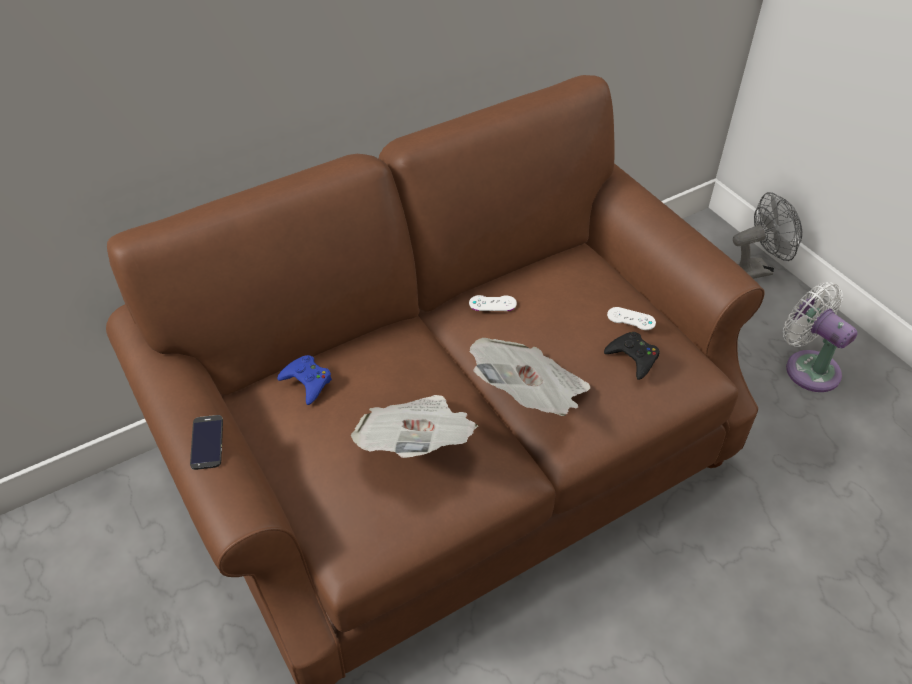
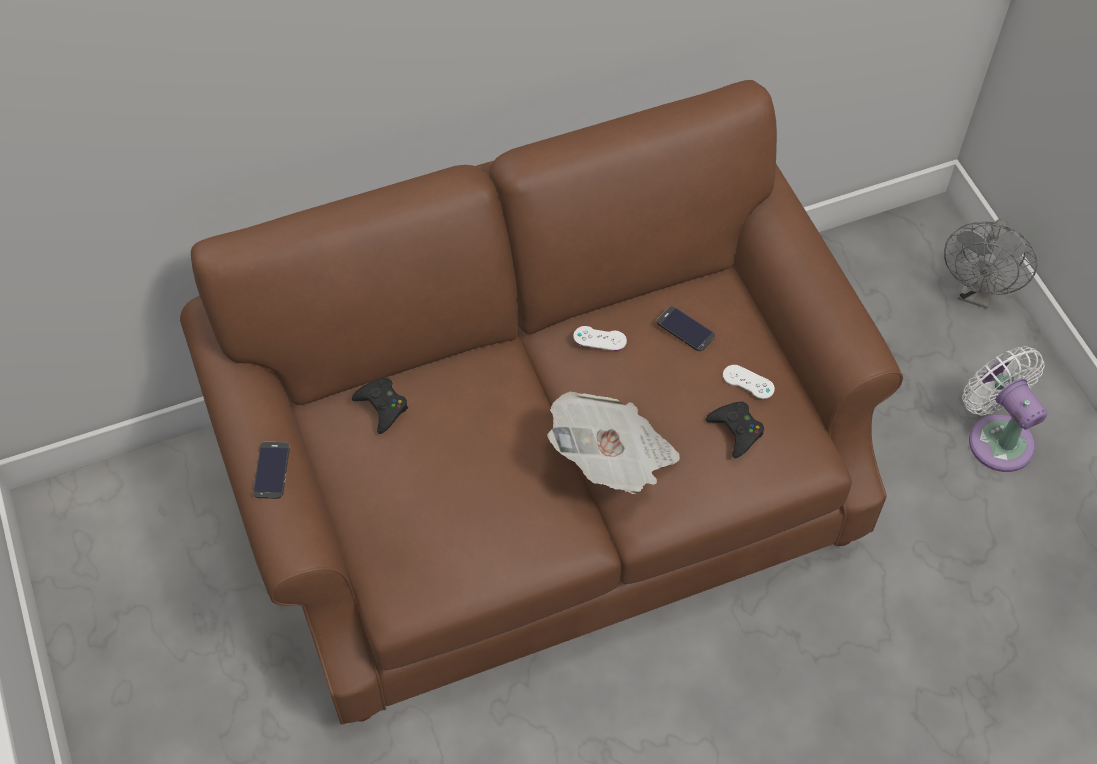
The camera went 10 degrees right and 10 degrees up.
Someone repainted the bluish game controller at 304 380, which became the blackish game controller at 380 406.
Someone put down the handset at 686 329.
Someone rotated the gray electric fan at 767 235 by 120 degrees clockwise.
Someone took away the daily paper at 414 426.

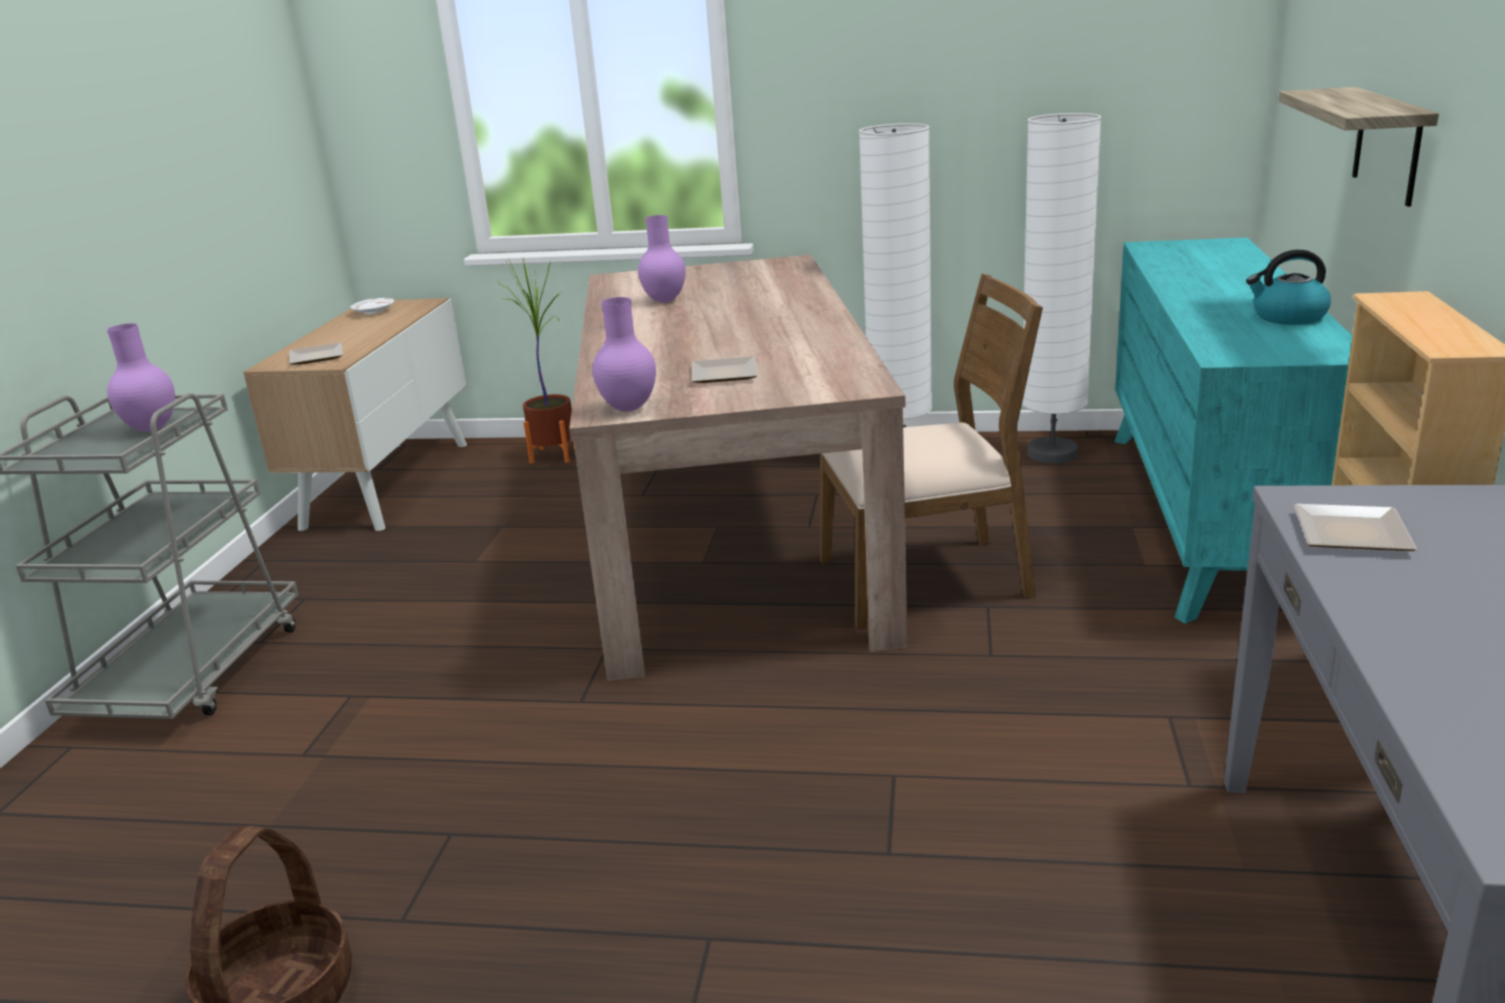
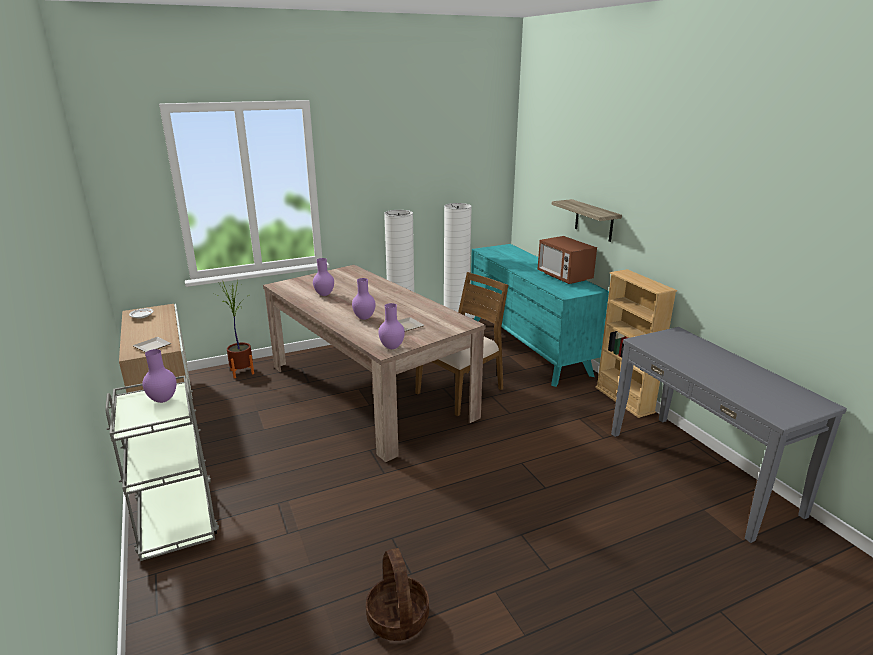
The camera went 35 degrees left and 0 degrees up.
Someone put down the purple decorative vase at 364 299.
Someone swapped the water kettle at 1288 287 for the microwave oven at 567 260.
Someone took away the dinner plate at 1355 527.

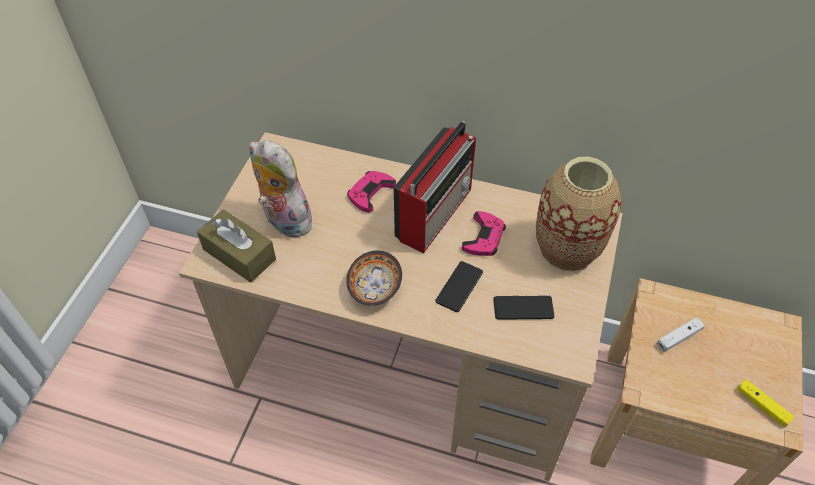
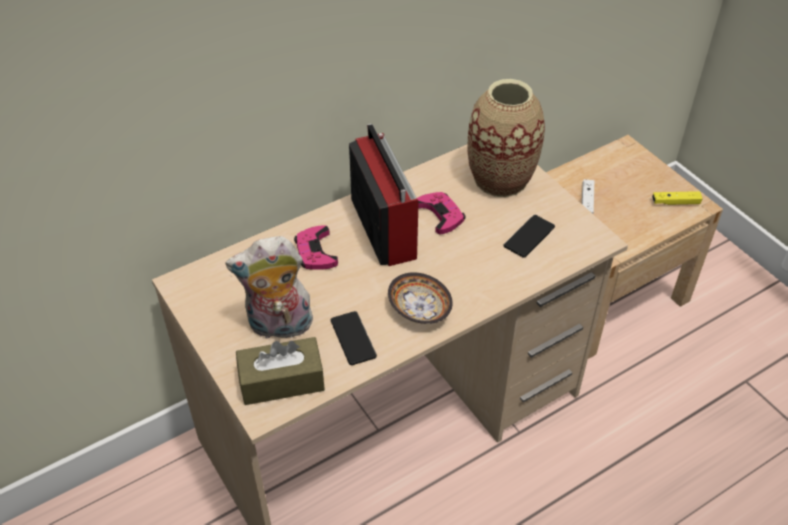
The camera went 50 degrees left and 5 degrees down.
Someone carried the handset from 459 286 to 354 338.

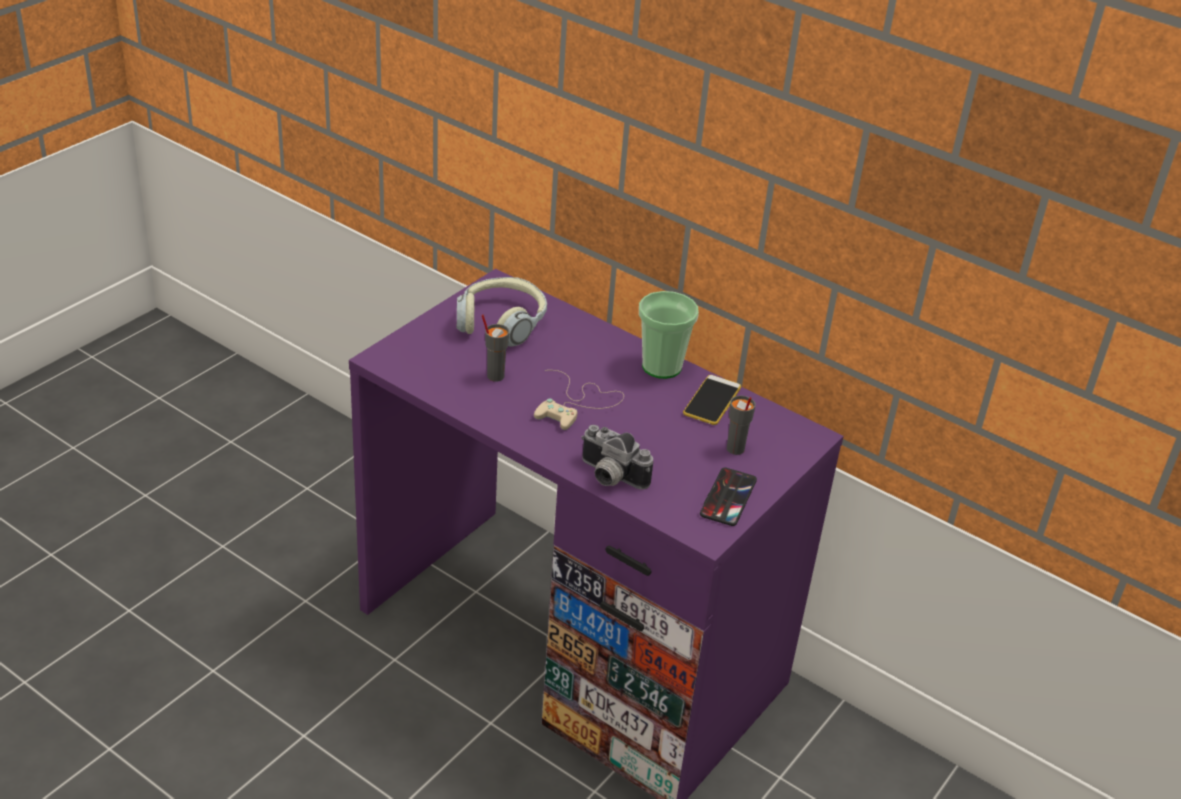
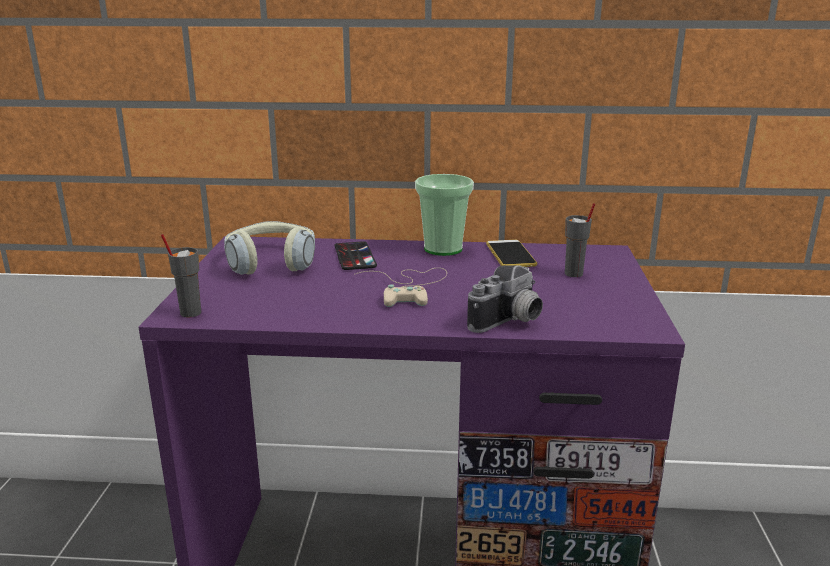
The camera went 30 degrees left and 15 degrees down.
Someone carried the gray cup from 495 348 to 181 276.
Someone carried the handset from 728 496 to 356 255.
Someone rotated the photo camera at 617 457 by 45 degrees counterclockwise.

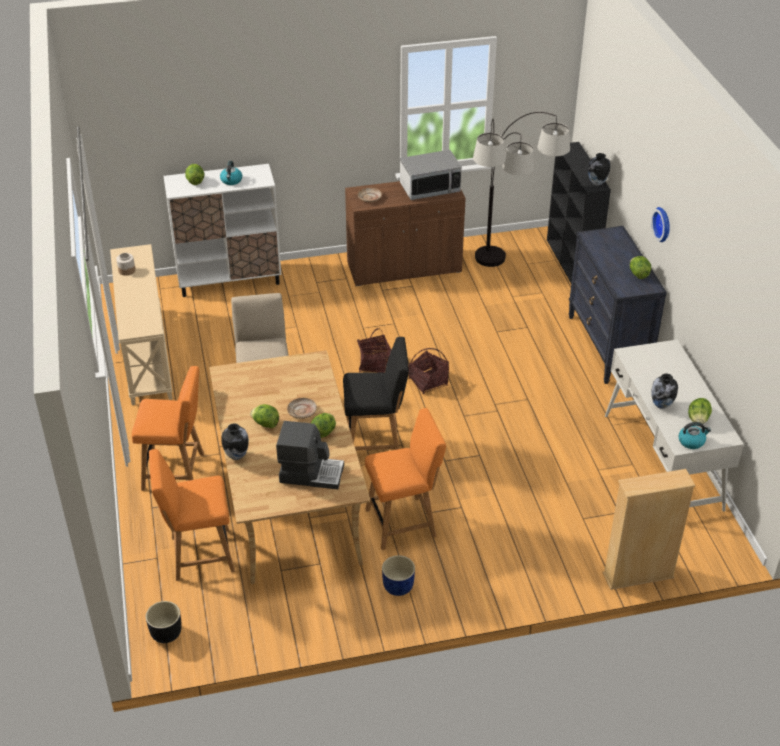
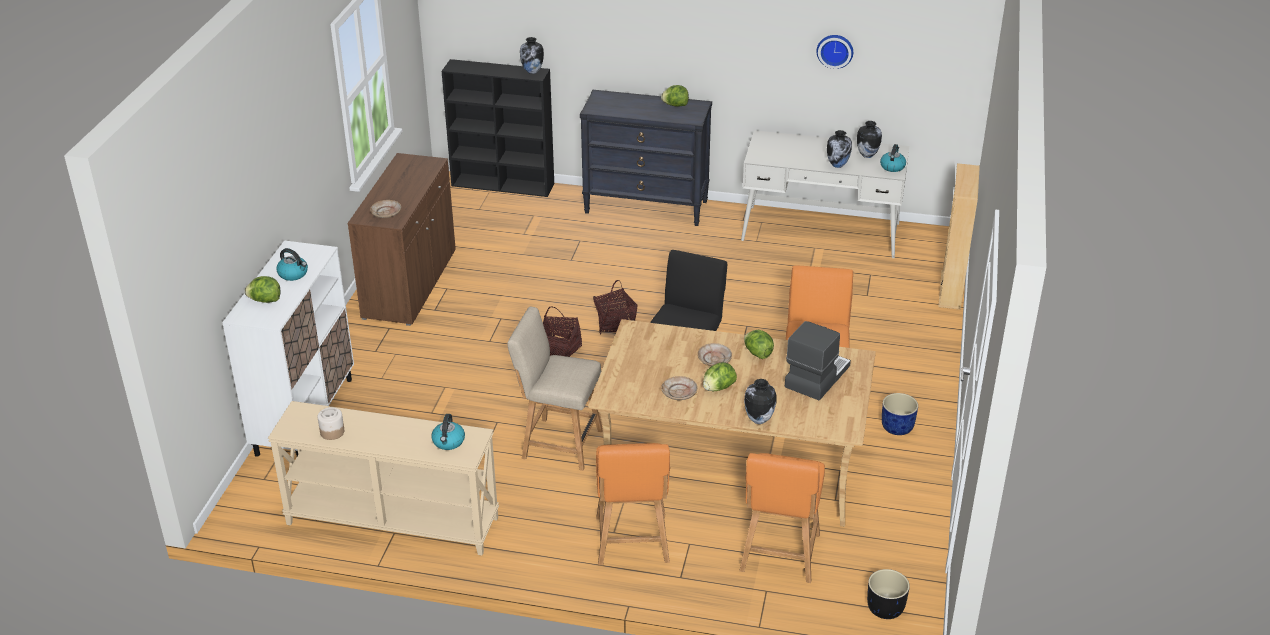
The camera went 65 degrees left and 5 degrees down.
Someone put down the water kettle at 448 432.
Someone rotated the orange chair at 168 428 by 150 degrees clockwise.
Someone put down the beige-coloured dinner plate at 679 388.
Someone carried the hanging clock from 660 224 to 834 52.
Someone swapped the head of lettuce at 700 411 for the decorative vase at 869 139.
Someone took away the microwave oven at 431 175.
Someone took away the floor lamp at 521 189.

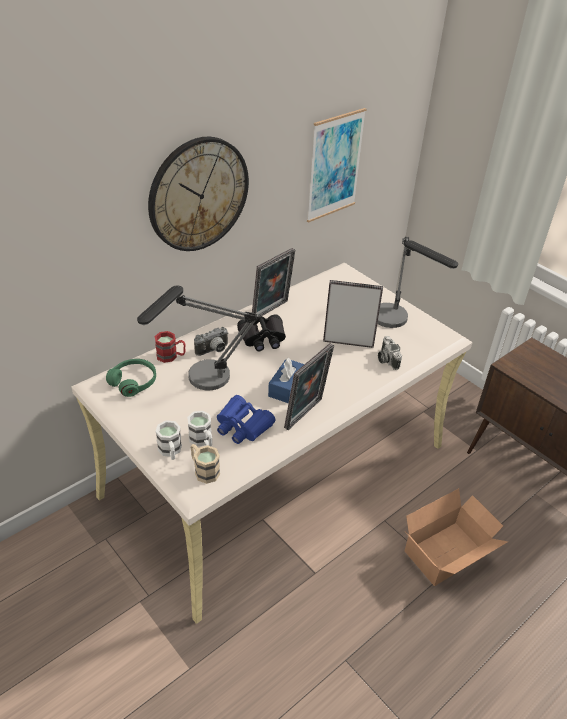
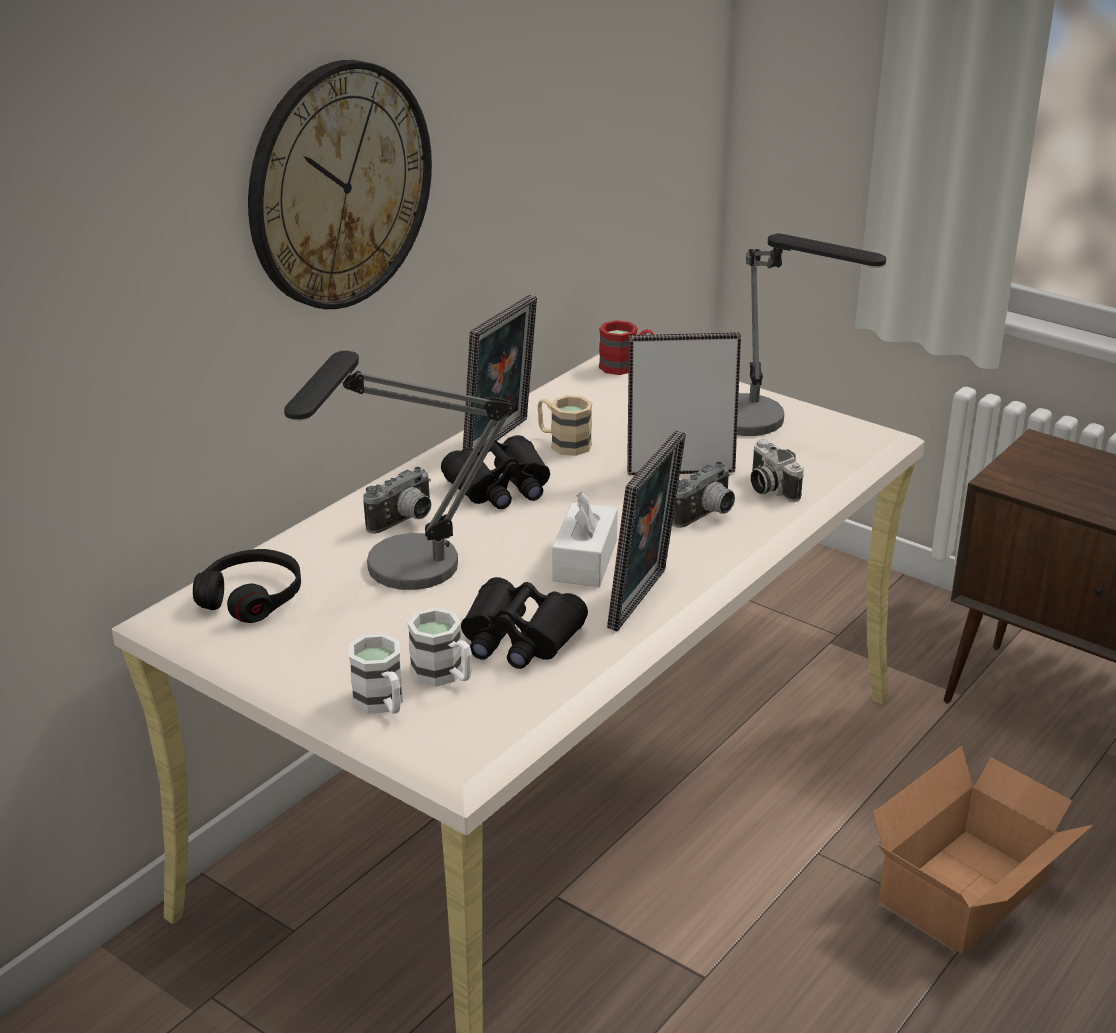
The camera went 10 degrees left and 10 degrees down.
Someone repainted the green-coloured pair of headphones at 131 378, which became the blackish pair of headphones at 247 586.
Someone repainted the bluish binoculars at 246 419, which became the blackish binoculars at 524 623.
Someone carried the beige-coloured tea mug from 205 464 to 564 425.
Someone repainted the bluish box of tissues at 286 380, which became the whitish box of tissues at 585 539.
Someone carried the reddish tea mug from 170 347 to 626 347.
Someone put down the photo camera at 703 494.
Someone took away the wall art at 336 165.

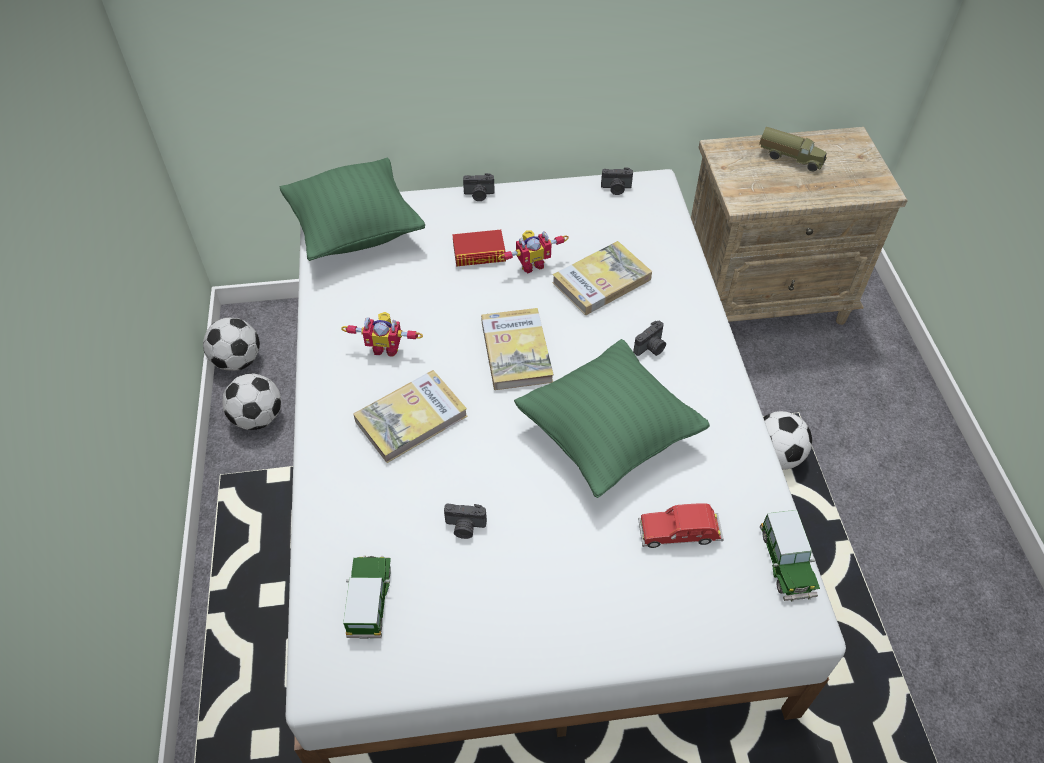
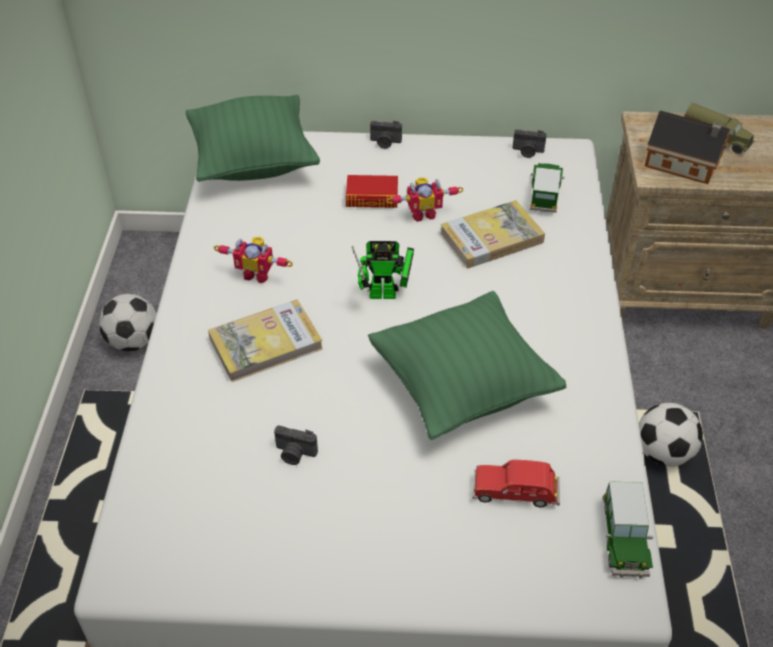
The camera went 10 degrees right and 5 degrees down.
Someone swapped the book at 517 349 for the robot figure at 383 270.
Someone carried the model car from 367 597 to 547 188.
Someone put down the miniature house at 687 147.
Someone took away the ball for football at 231 344.
Someone took away the photo camera at 649 338.

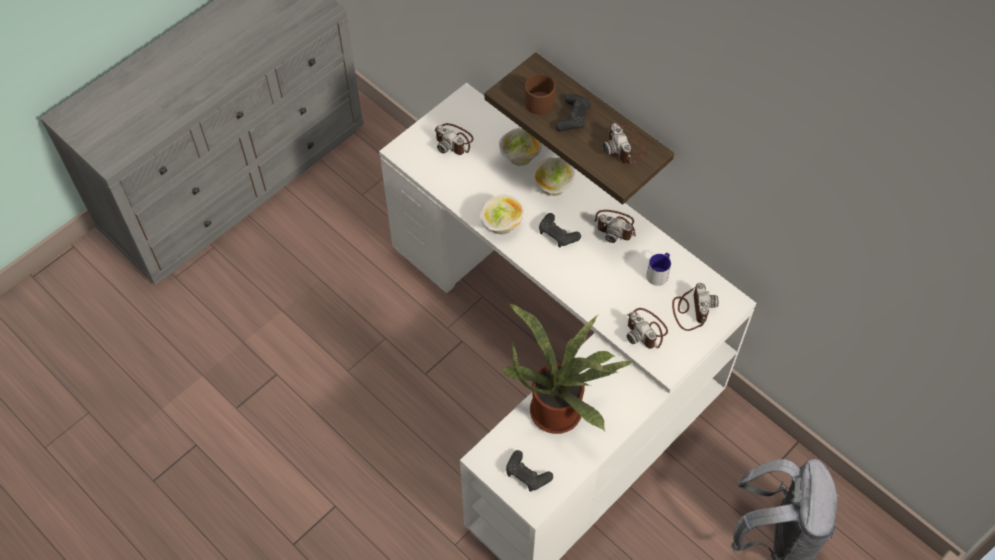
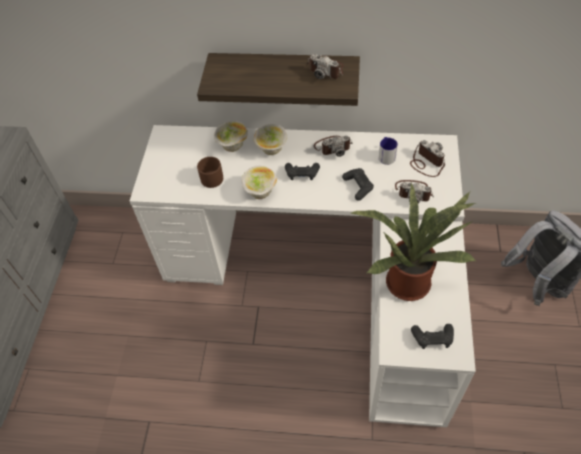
The camera went 35 degrees left and 5 degrees down.
Someone carried the brown-coloured tea mug from 540 94 to 210 172.
Someone carried the blackish game controller from 573 113 to 358 184.
Someone took away the photo camera at 454 139.

